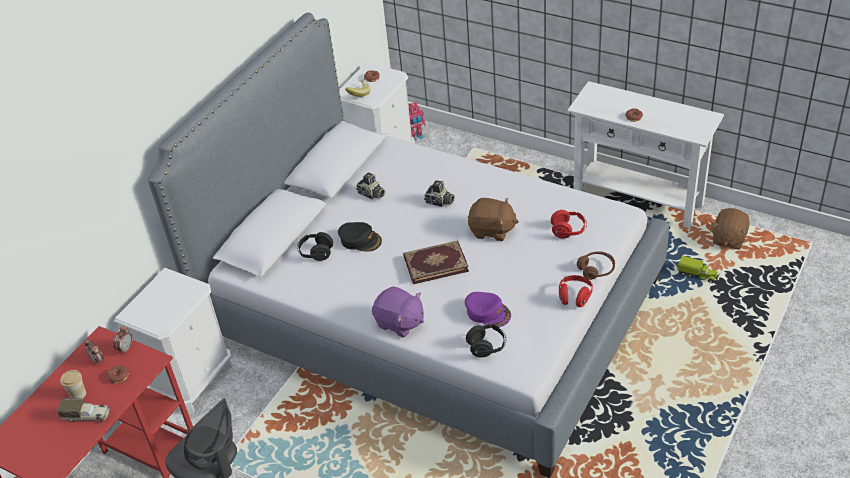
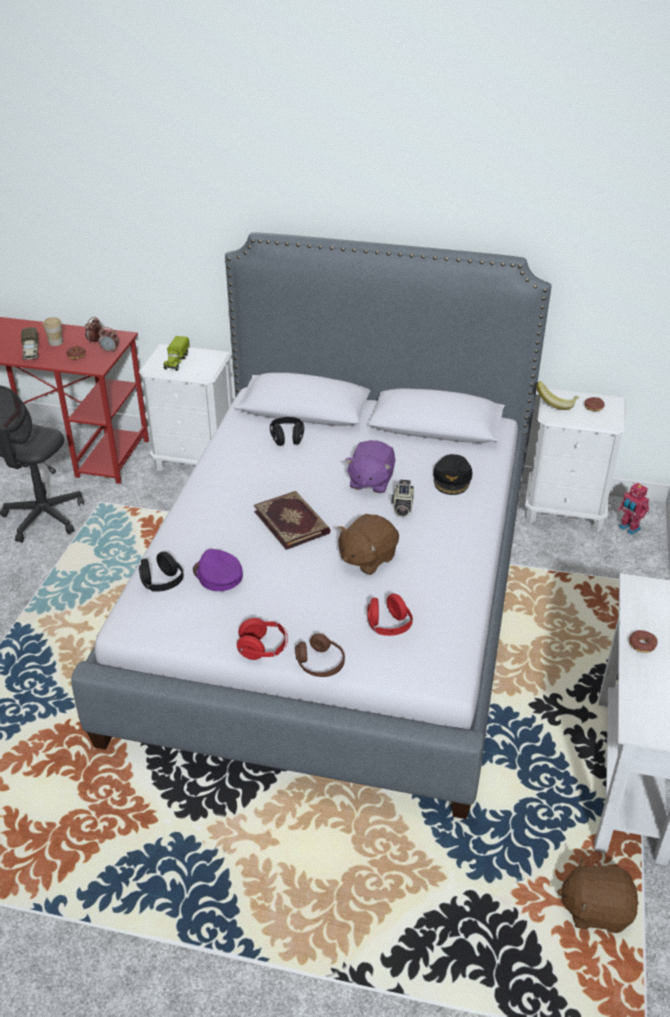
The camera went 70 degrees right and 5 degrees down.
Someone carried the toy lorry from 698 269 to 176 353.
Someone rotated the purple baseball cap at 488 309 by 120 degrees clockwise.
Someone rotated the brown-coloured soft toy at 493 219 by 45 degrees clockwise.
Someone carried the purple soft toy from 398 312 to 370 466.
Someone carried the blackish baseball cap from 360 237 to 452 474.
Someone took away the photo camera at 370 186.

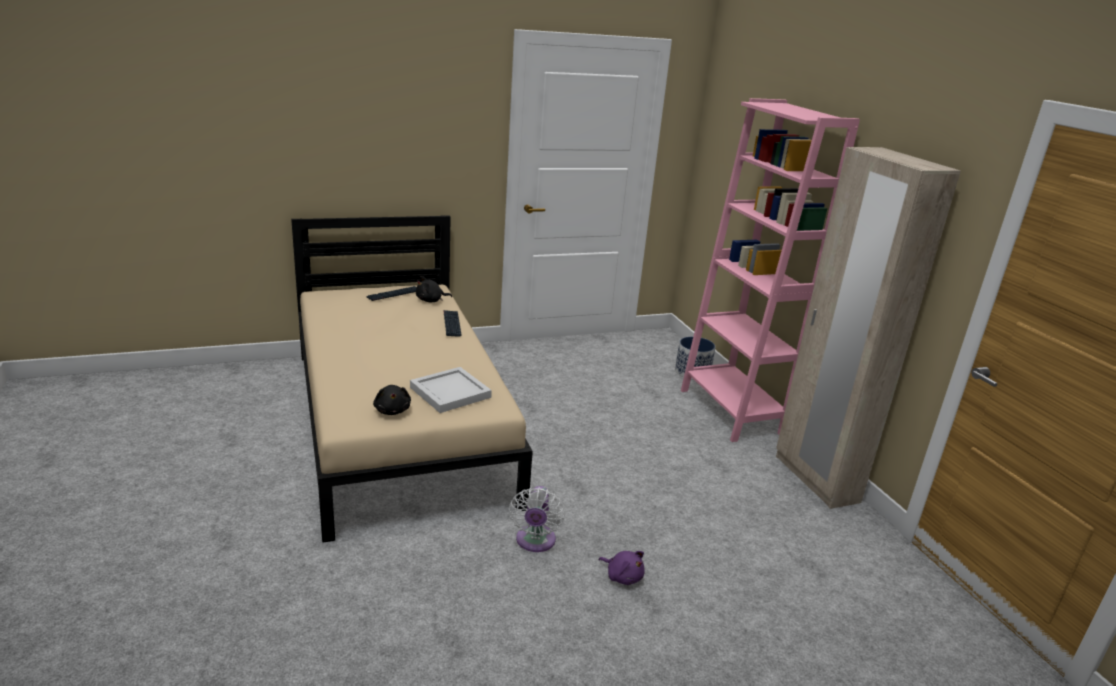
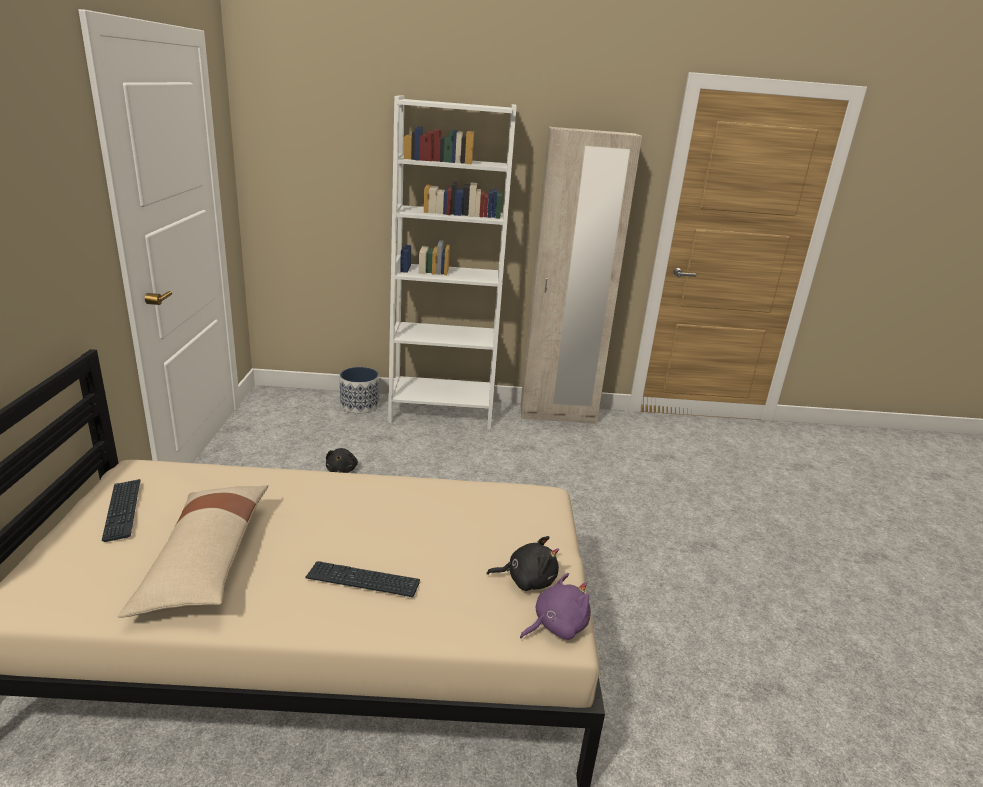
The camera went 70 degrees left and 0 degrees up.
Someone put down the beige-coloured pillow at 193 551.
Someone carried the PC keyboard from 452 323 to 363 579.
Someone carried the blackish soft toy from 434 289 to 342 460.
Someone repainted the pink bookcase at 770 270, which became the whitish bookcase at 452 262.
Someone carried the purple soft toy from 622 568 to 555 606.
Someone took away the whitish serving tray at 451 390.
Someone took away the whitish electric fan at 537 519.

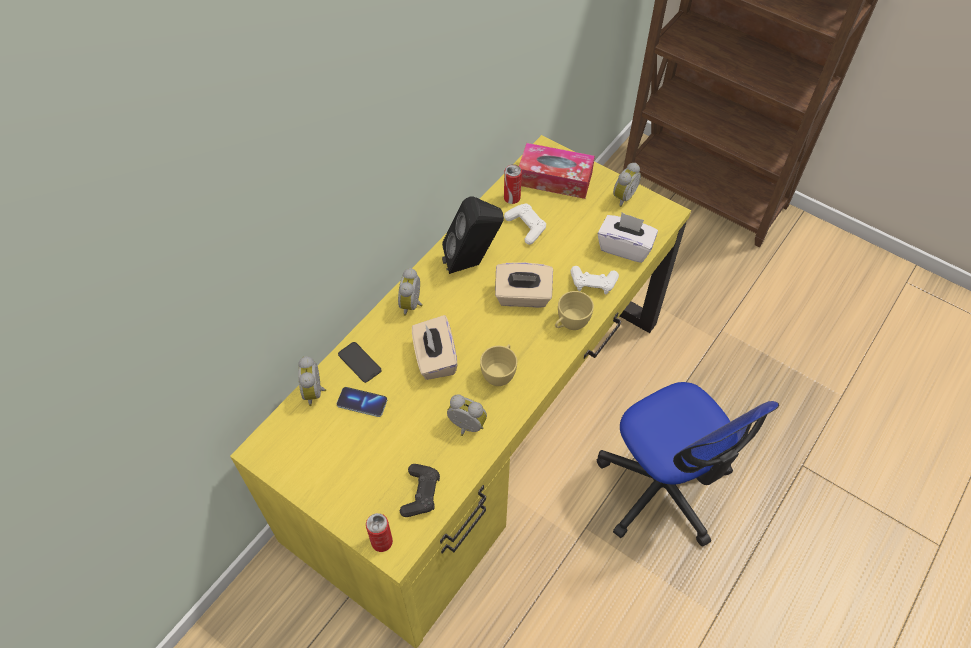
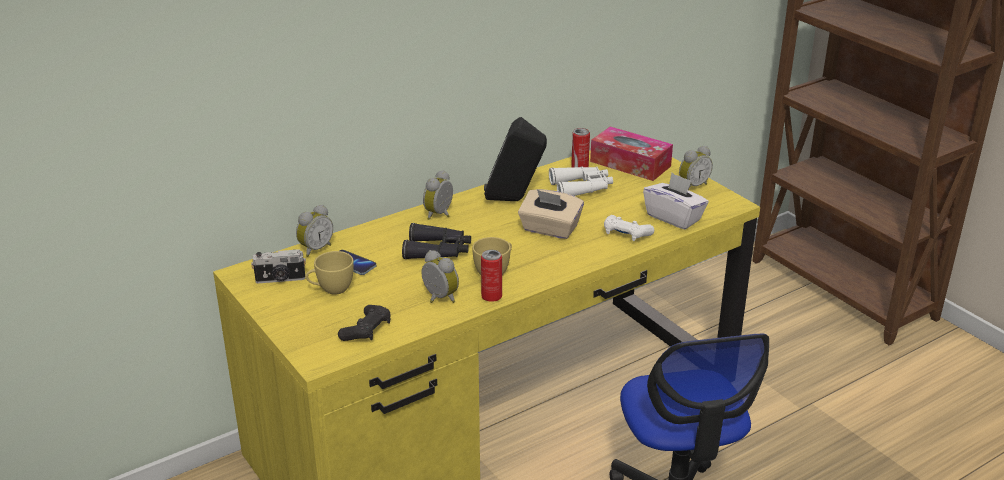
The camera went 20 degrees right and 25 degrees down.
Someone put down the photo camera at 278 266.
Someone rotated the table clock at 312 381 by 150 degrees counterclockwise.
Someone carried the yellow-coloured cup from 574 310 to 329 273.
Someone swapped the beige-coloured box of tissues at 435 347 for the blackish binoculars at 436 241.
Someone carried the can from 379 532 to 491 276.
Someone swapped the whitish game controller at 525 224 for the whitish binoculars at 581 181.
Someone took away the handset at 360 362.

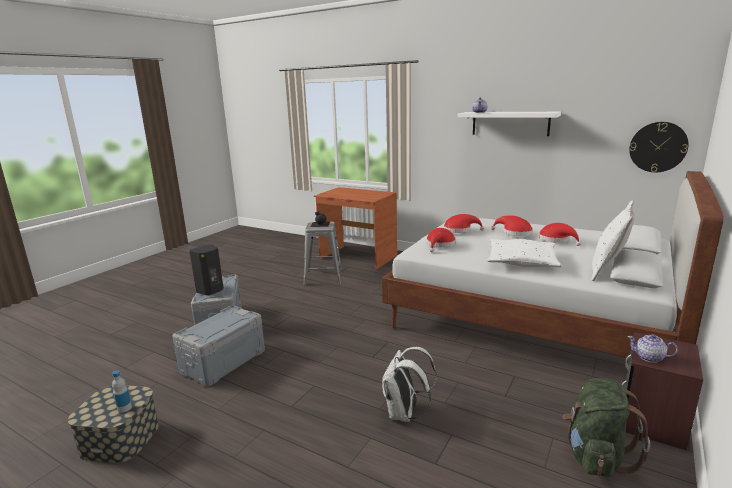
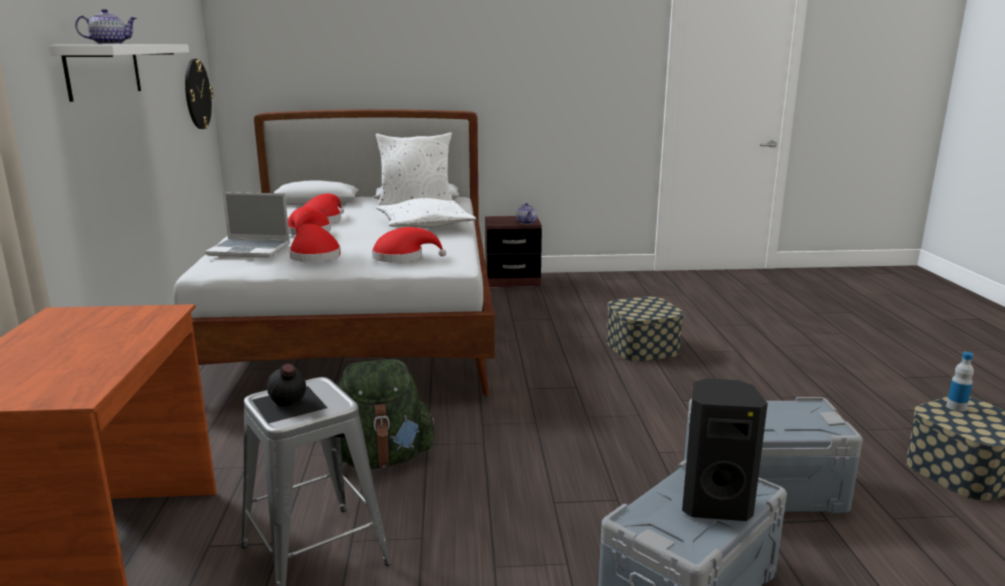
The camera went 125 degrees left and 0 degrees up.
Someone put down the notebook computer at 247 225.
Someone carried the green-coloured rucksack from 606 428 to 387 414.
Someone swapped the whitish rucksack at 409 384 for the storage bin at 645 329.

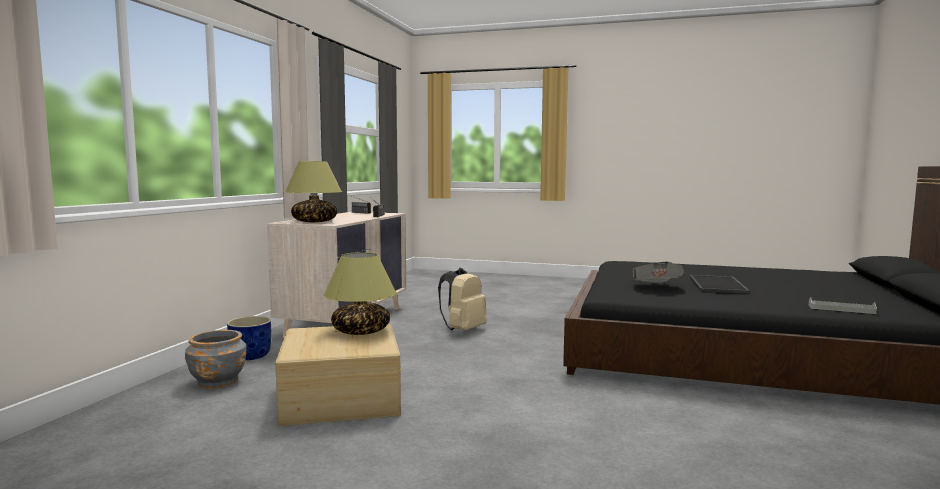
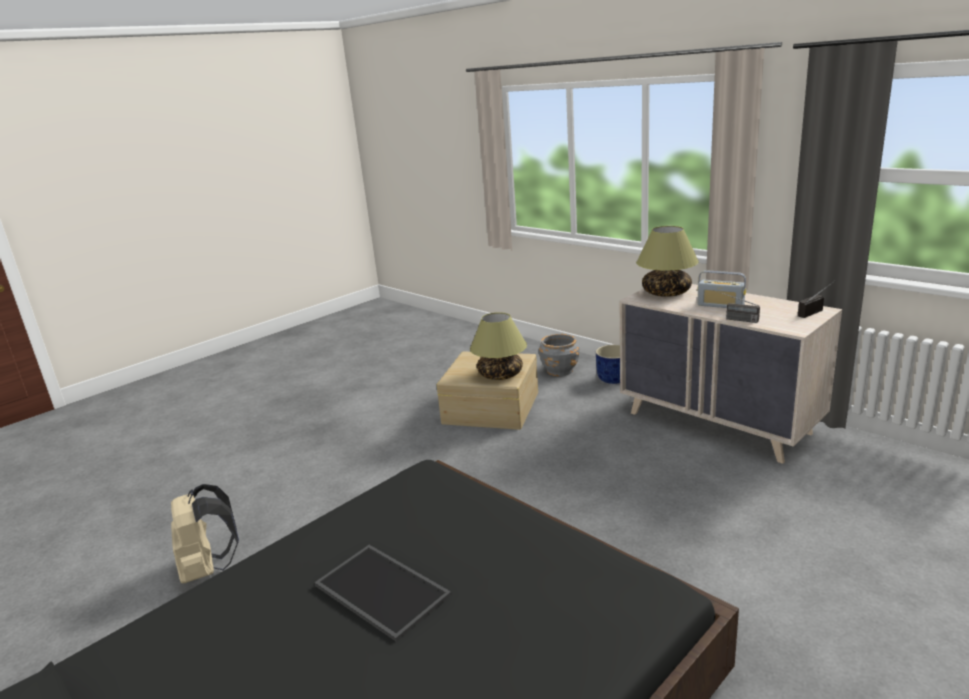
The camera went 120 degrees right and 15 degrees up.
Someone carried the beige-coloured rucksack from 462 299 to 205 534.
Someone put down the radio receiver at 721 289.
Someone took away the daily paper at 659 272.
Someone took away the gray serving tray at 843 305.

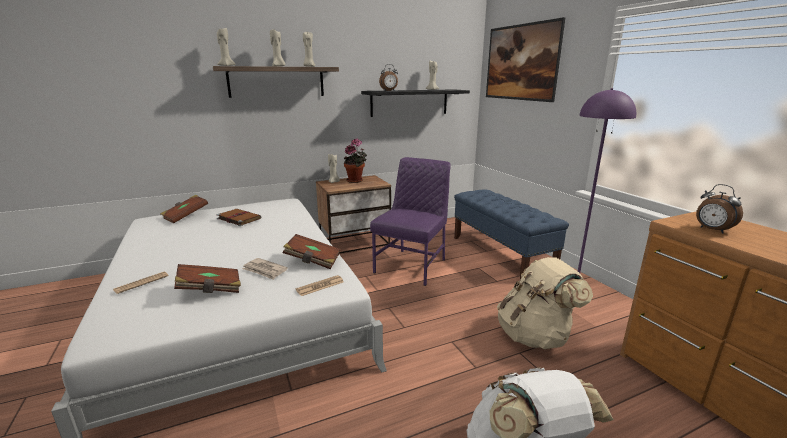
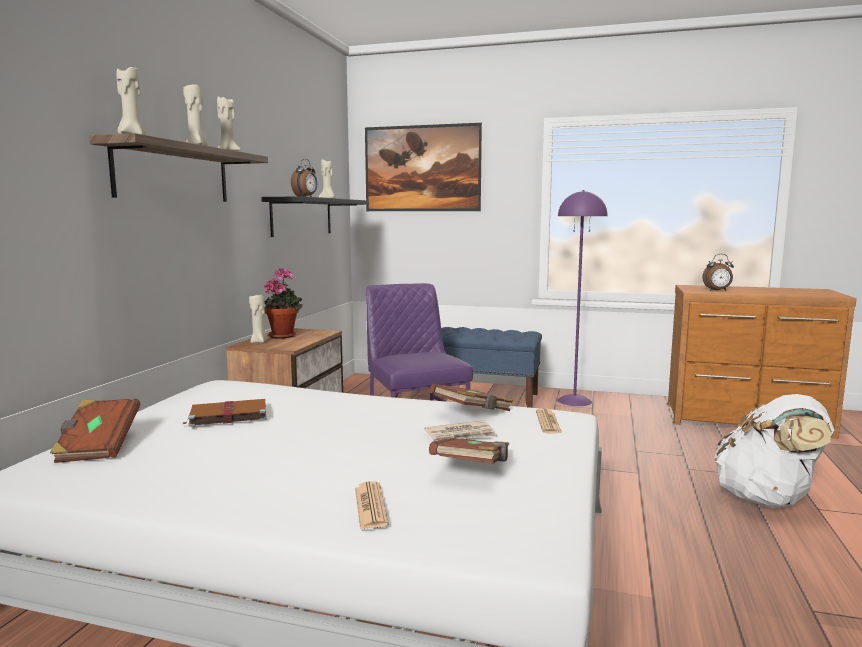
The camera went 50 degrees left and 10 degrees down.
Someone took away the beige-coloured rucksack at 545 303.

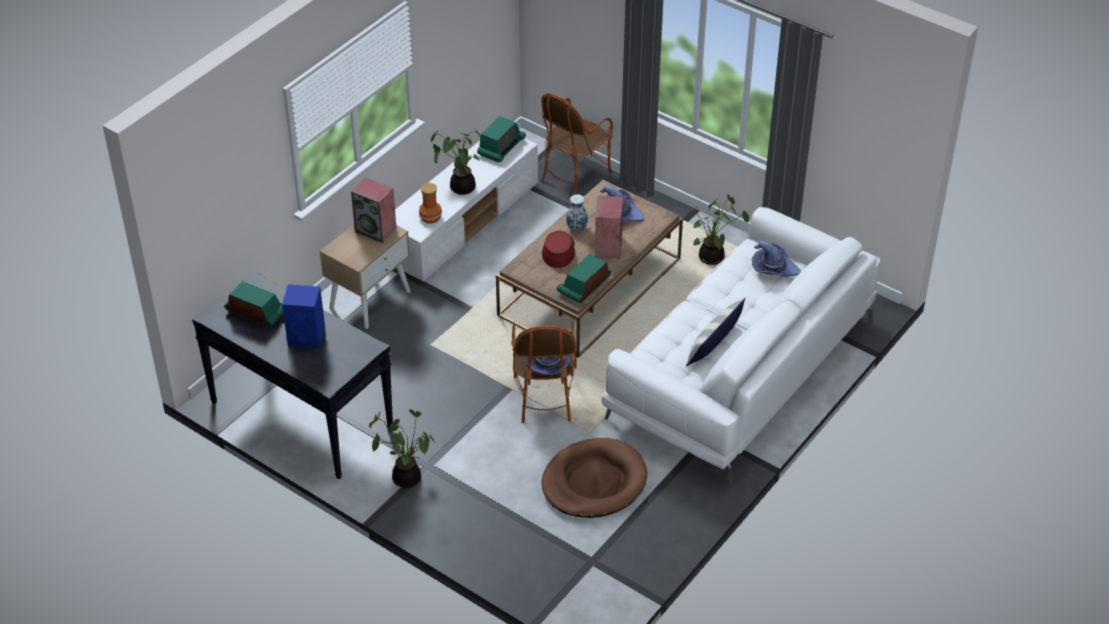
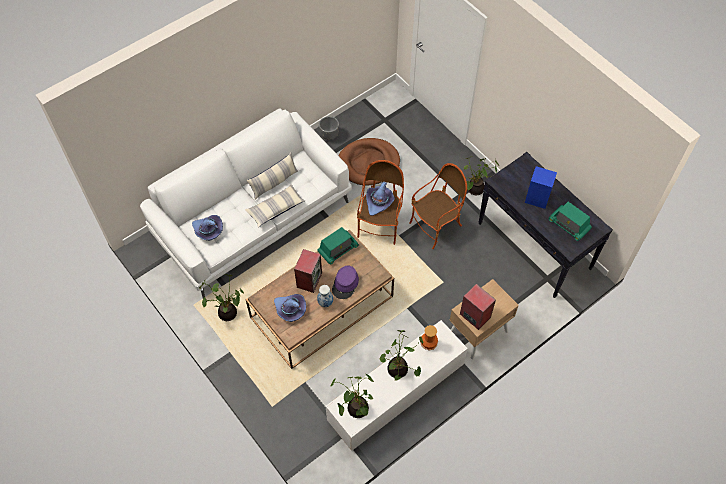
The camera went 165 degrees left and 15 degrees up.
Someone put down the pillow at 275 206.
Someone put down the gray flower pot at 329 128.
Someone swapped the radio receiver at 501 139 for the potted plant at 352 396.
Someone repainted the reddish clothing hat at 558 249, which became the purple clothing hat at 345 282.
Someone carried the easy chair from 577 144 to 438 206.

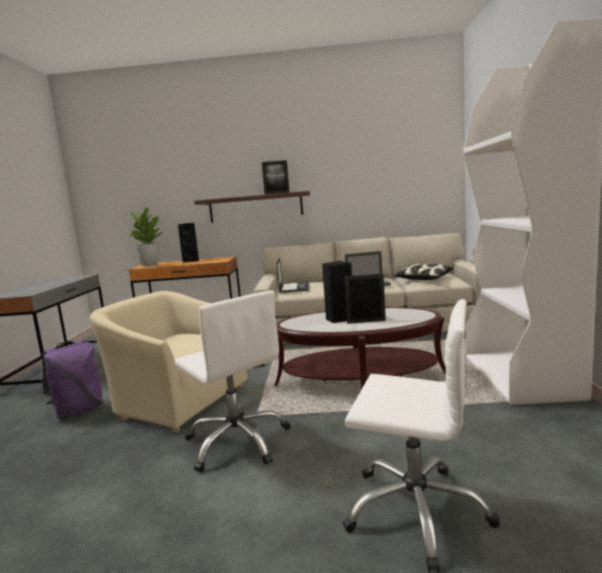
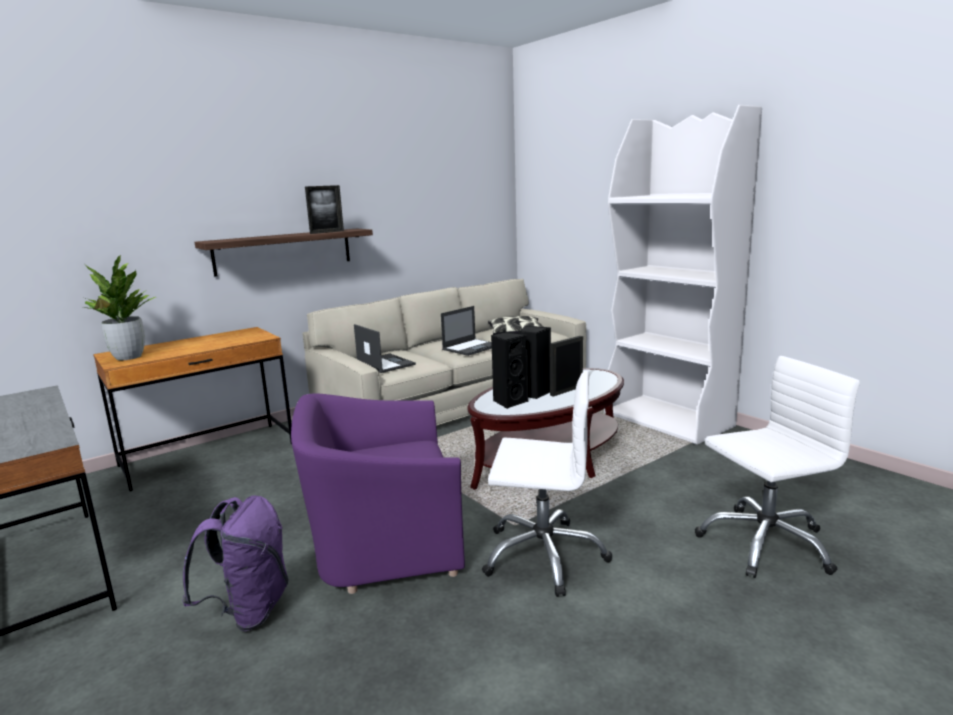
The camera went 40 degrees left and 5 degrees up.
Someone repainted the beige-coloured easy chair at 169 362, which became the purple easy chair at 378 493.
Someone carried the blackish loudspeaker from 188 242 to 509 370.

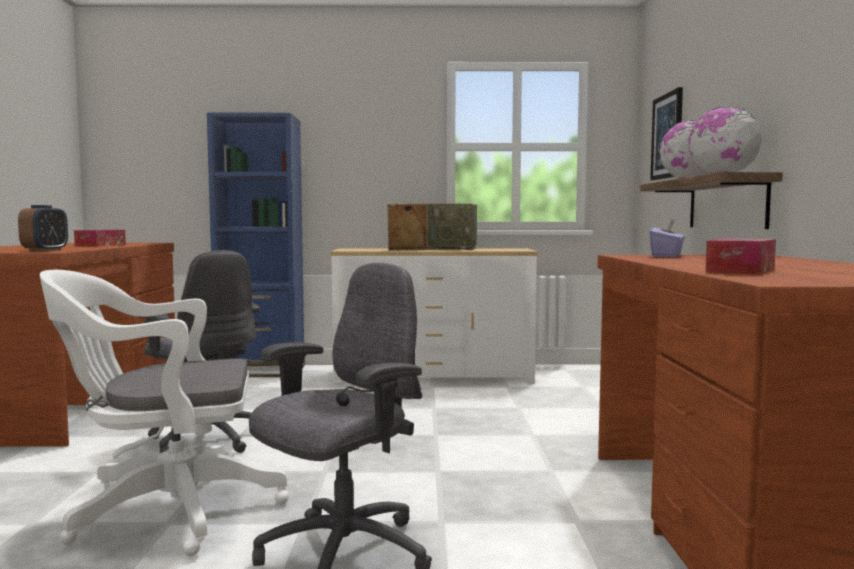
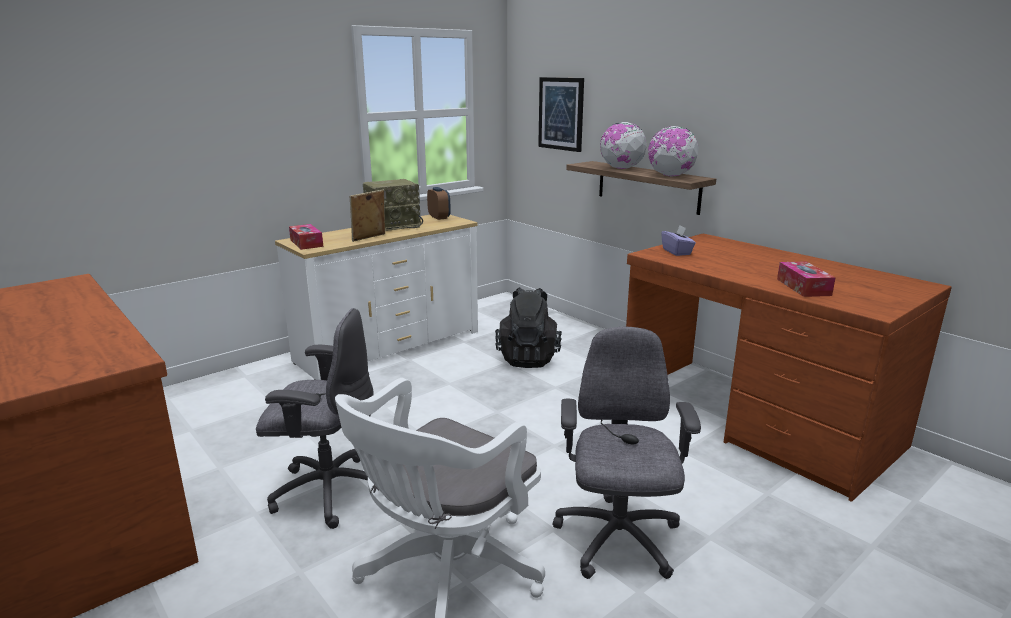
The camera went 40 degrees left and 15 degrees up.
Someone carried the box of tissues from 100 238 to 306 237.
Someone carried the table clock from 43 228 to 439 203.
Someone put down the blackish rucksack at 528 327.
Someone took away the bluish bookcase at 256 245.

